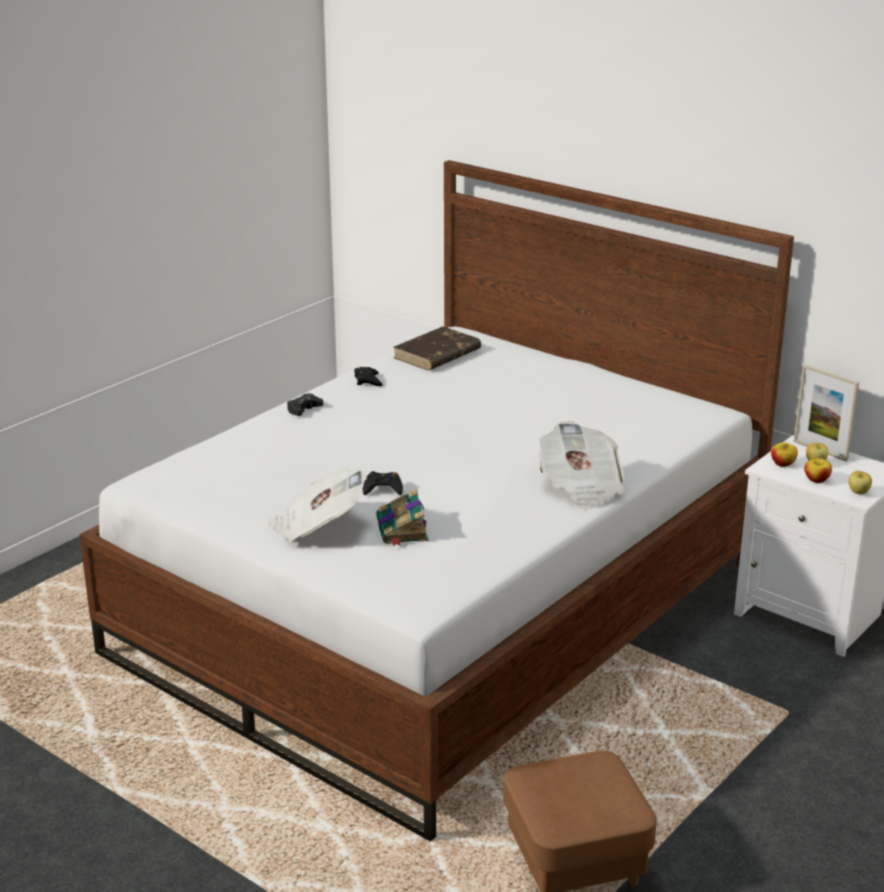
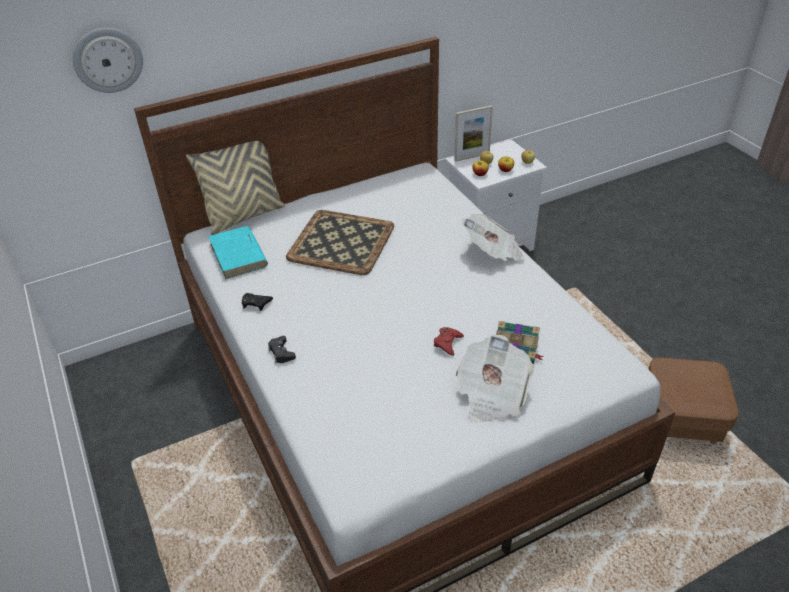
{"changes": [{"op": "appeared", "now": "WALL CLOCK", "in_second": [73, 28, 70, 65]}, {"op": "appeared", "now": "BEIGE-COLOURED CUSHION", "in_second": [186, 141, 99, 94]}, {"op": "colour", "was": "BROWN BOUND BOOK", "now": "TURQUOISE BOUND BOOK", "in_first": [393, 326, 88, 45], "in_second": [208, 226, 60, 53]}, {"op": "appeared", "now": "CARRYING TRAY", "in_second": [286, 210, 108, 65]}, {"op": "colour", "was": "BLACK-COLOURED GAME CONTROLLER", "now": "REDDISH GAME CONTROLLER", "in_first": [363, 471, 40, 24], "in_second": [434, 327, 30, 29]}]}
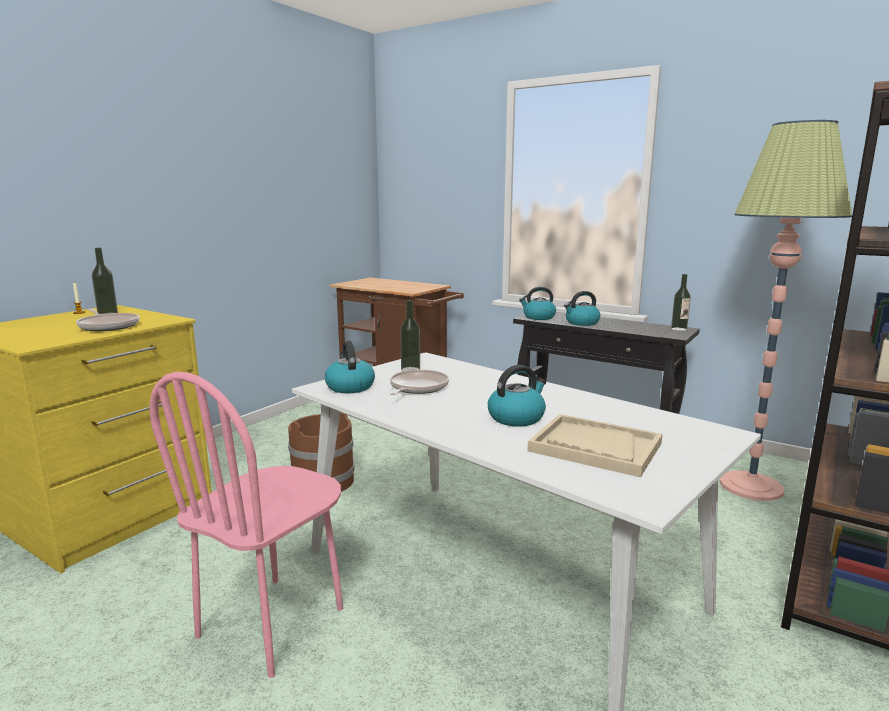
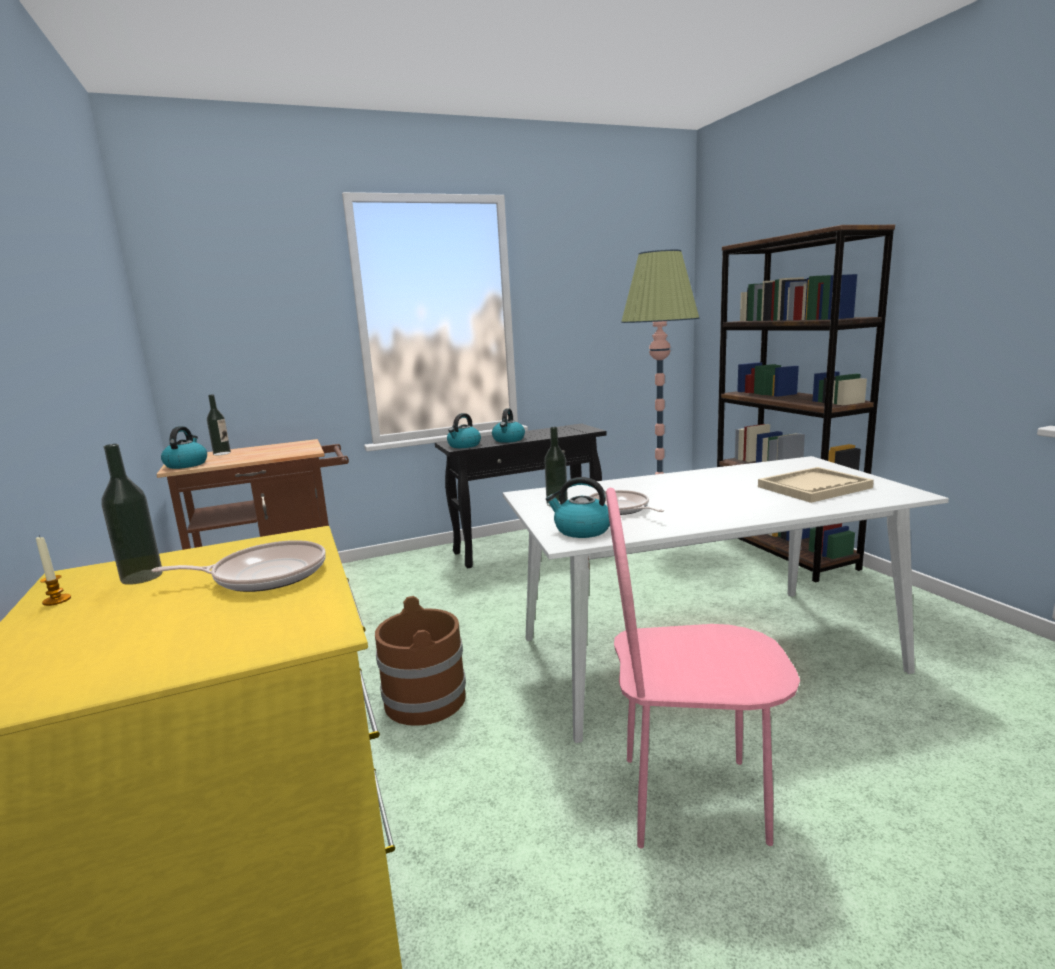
{"changes": [{"op": "relocated", "was": "TEA KETTLE", "in_first": [488, 365, 58, 61], "in_second": [161, 426, 46, 43]}, {"op": "relocated", "was": "BEVERAGE BOTTLE", "in_first": [671, 274, 20, 57], "in_second": [207, 395, 24, 60]}, {"op": "spun", "was": "PINK PLAIN CHAIR", "in_first": [150, 372, 193, 306], "in_second": [606, 488, 194, 360], "clockwise": 120}]}
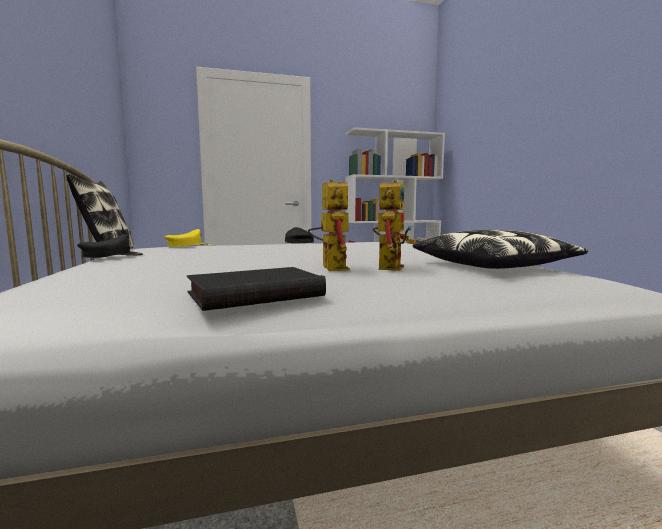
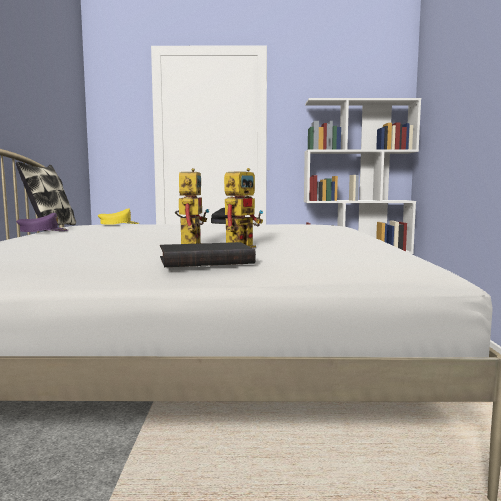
{"changes": [{"op": "colour", "was": "BLACK-COLOURED PEAKED CAP", "now": "PURPLE PEAKED CAP", "in_first": [77, 234, 66, 24], "in_second": [16, 213, 52, 19]}, {"op": "relocated", "was": "BLACK-COLOURED BOUND BOOK", "in_first": [187, 267, 139, 44], "in_second": [160, 242, 96, 25]}, {"op": "missing", "was": "CUSHION", "in_first": [413, 230, 175, 39]}]}
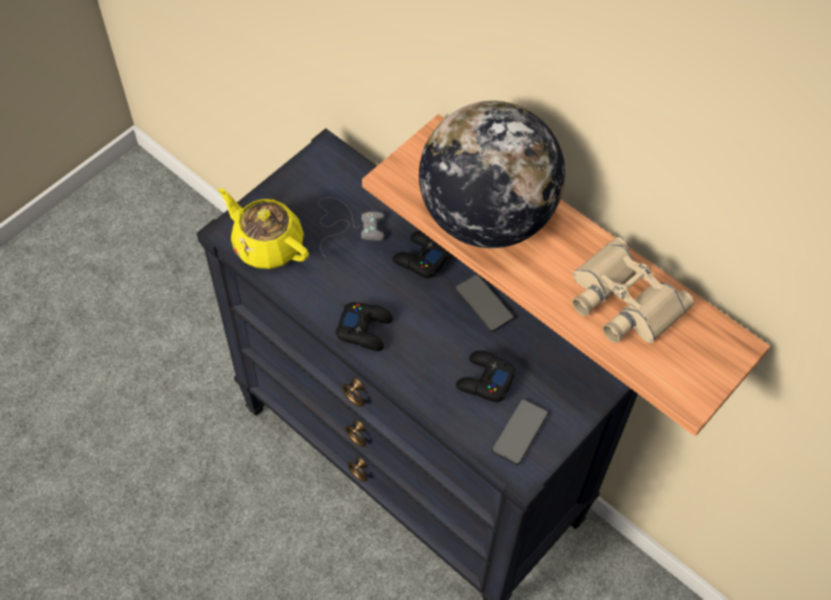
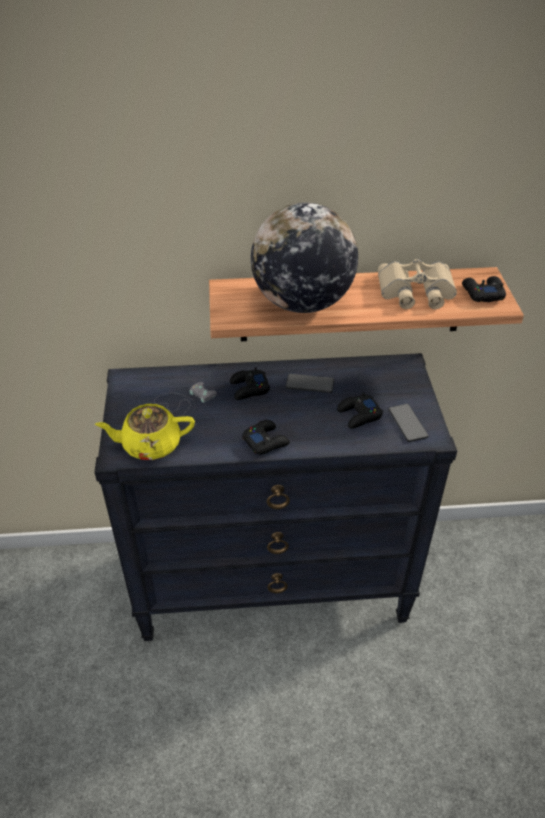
{"changes": [{"op": "appeared", "now": "BLACK-COLOURED GAME CONTROLLER", "in_second": [462, 276, 44, 26]}]}
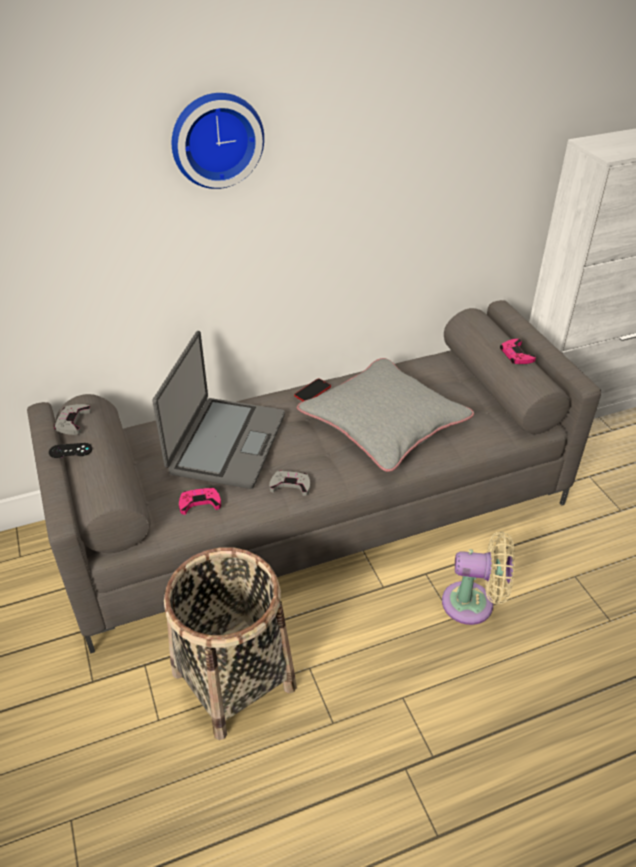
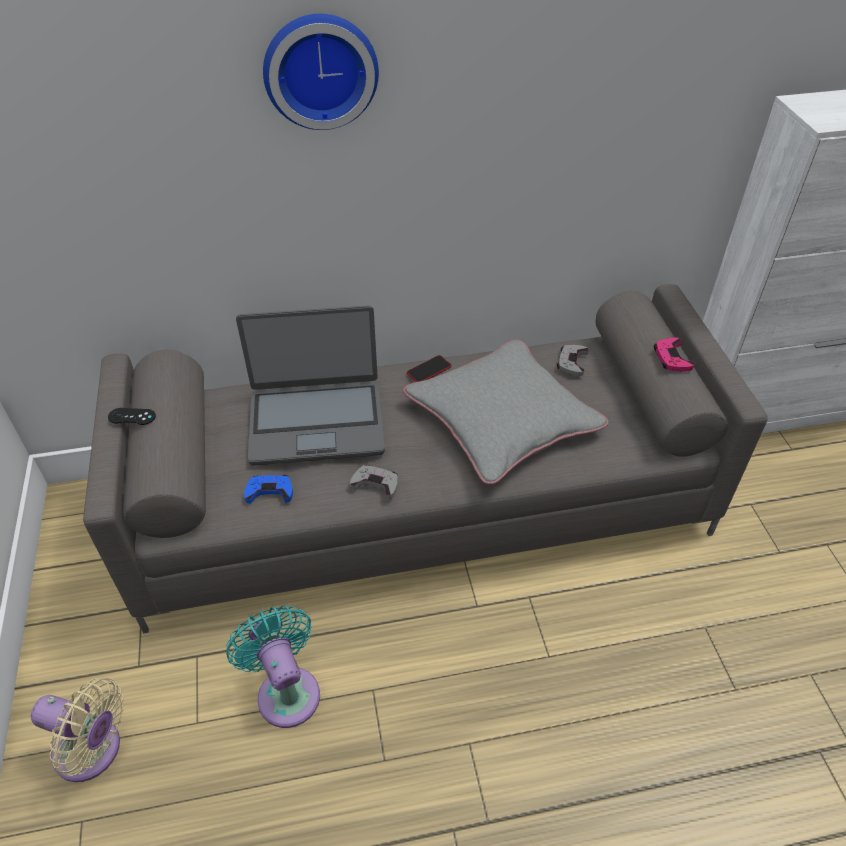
{"changes": [{"op": "relocated", "was": "BEIGE-COLOURED ELECTRIC FAN", "in_first": [442, 531, 73, 94], "in_second": [31, 678, 92, 104]}, {"op": "exchanged", "was": "BASKET", "now": "TURQUOISE ELECTRIC FAN", "in_first": [164, 547, 133, 193], "in_second": [226, 605, 94, 123]}, {"op": "spun", "was": "LAPTOP", "in_first": [153, 331, 132, 158], "in_second": [236, 305, 149, 161], "clockwise": 60}, {"op": "colour", "was": "PINK GAME CONTROLLER", "now": "BLUE GAME CONTROLLER", "in_first": [179, 487, 42, 28], "in_second": [244, 475, 49, 29]}, {"op": "relocated", "was": "GREY GAME CONTROLLER", "in_first": [54, 404, 37, 31], "in_second": [557, 345, 32, 31]}]}
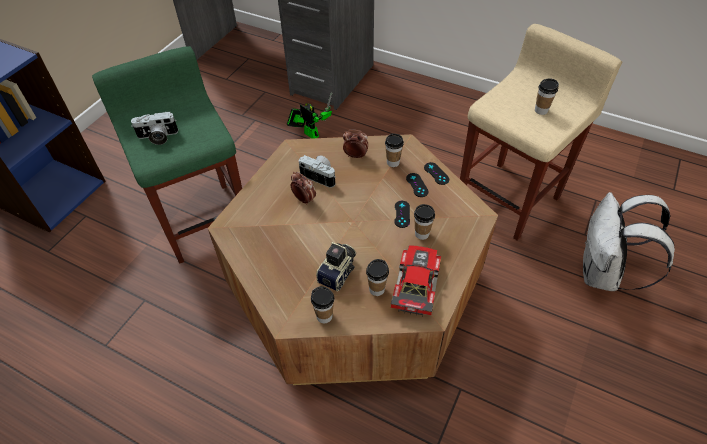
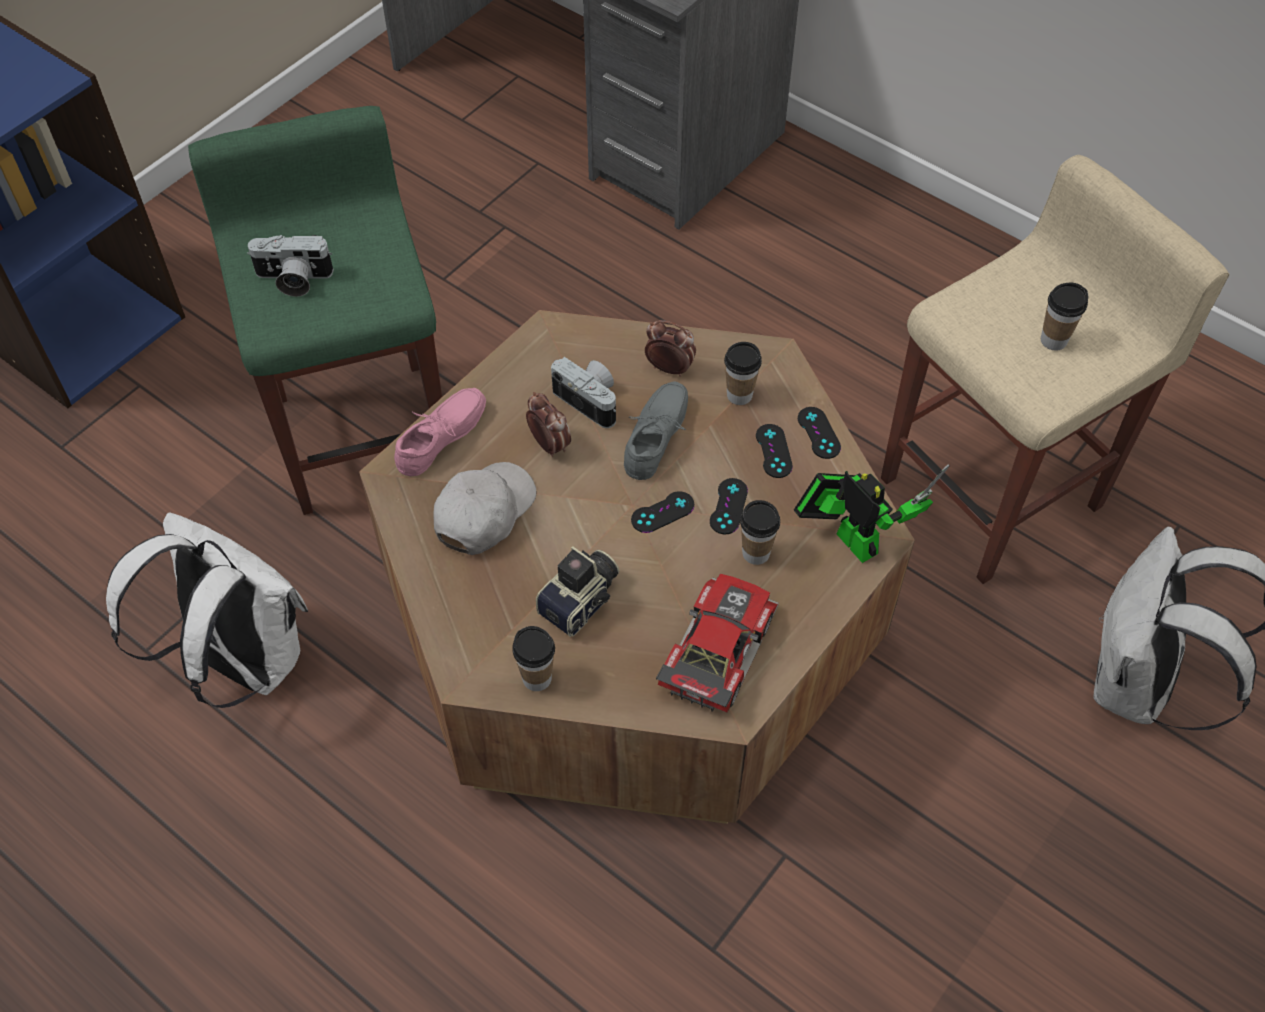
{"changes": [{"op": "appeared", "now": "WHITE KNAPSACK", "in_second": [106, 512, 202, 196]}, {"op": "appeared", "now": "PINK LOW SHOE", "in_second": [394, 388, 92, 88]}, {"op": "appeared", "now": "WHITE PEAKED CAP", "in_second": [434, 462, 102, 93]}, {"op": "appeared", "now": "GREY LOW SHOE", "in_second": [624, 381, 64, 99]}, {"op": "appeared", "now": "BLACK-COLOURED GAME CONTROLLER", "in_second": [631, 491, 63, 42]}, {"op": "relocated", "was": "MODEL ROBOT", "in_first": [287, 92, 46, 46], "in_second": [794, 465, 156, 98]}, {"op": "missing", "was": "DRINKING CUP", "in_first": [366, 259, 23, 37]}]}
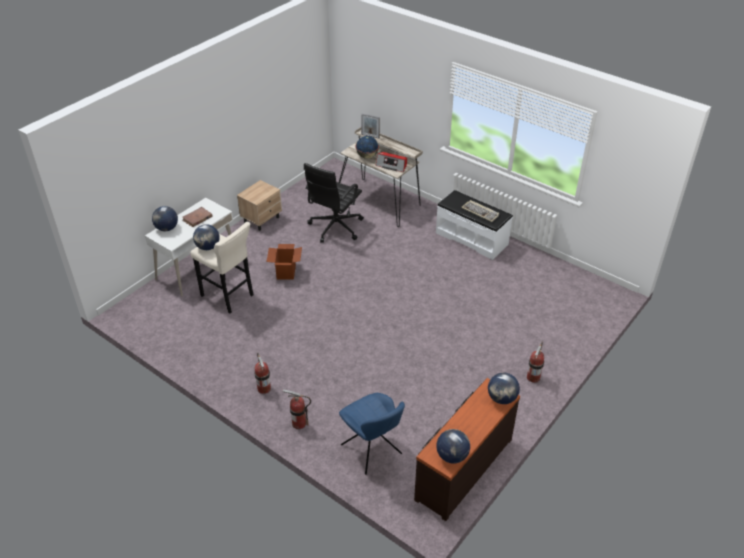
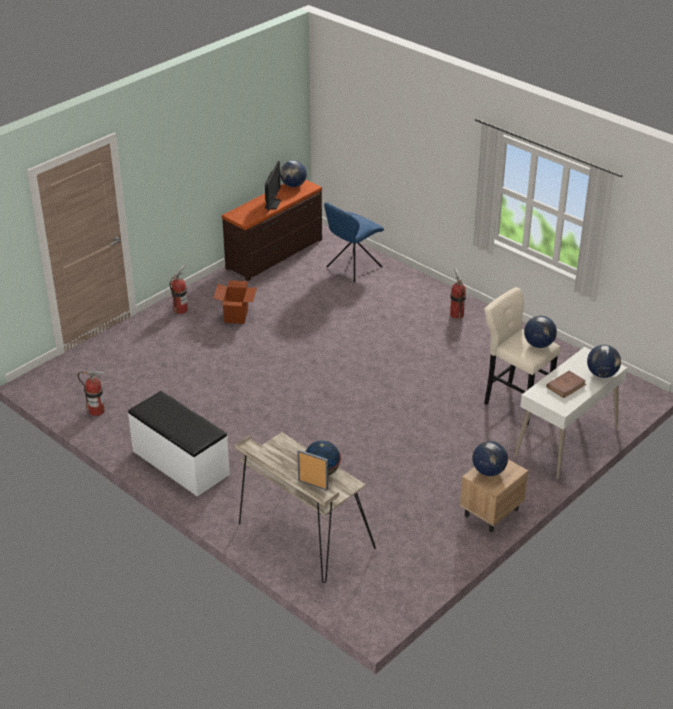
{"changes": [{"op": "relocated", "was": "FIRE-FIGHTING CYLINDER", "in_first": [282, 389, 29, 40], "in_second": [78, 371, 27, 45]}, {"op": "relocated", "was": "CARDBOARD BOX", "in_first": [266, 244, 36, 36], "in_second": [213, 280, 44, 44]}, {"op": "appeared", "now": "MONITOR", "in_second": [265, 161, 16, 50]}, {"op": "spun", "was": "BLUE PLAIN CHAIR", "in_first": [339, 393, 66, 82], "in_second": [324, 203, 60, 79], "clockwise": -105}, {"op": "relocated", "was": "GLOBE", "in_first": [488, 373, 32, 31], "in_second": [472, 441, 36, 35]}, {"op": "missing", "was": "BLACK-COLOURED DESK CHAIR", "in_first": [304, 163, 60, 80]}, {"op": "missing", "was": "RADIO SET", "in_first": [376, 152, 31, 20]}, {"op": "missing", "was": "COMPUTER KEYBOARD", "in_first": [461, 200, 38, 22]}]}
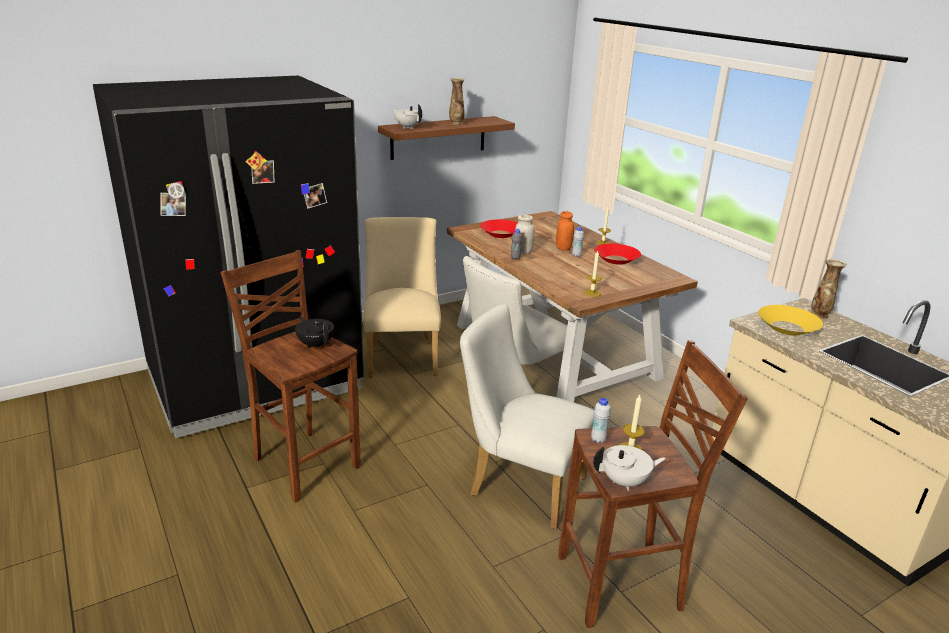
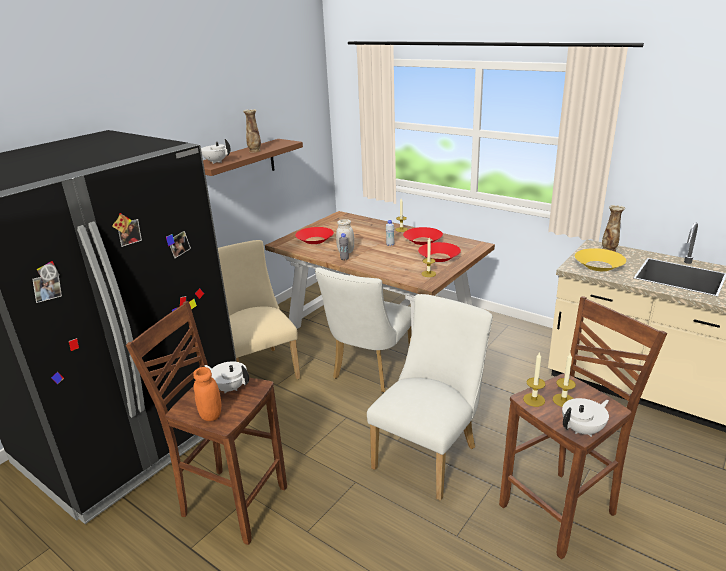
{"changes": [{"op": "relocated", "was": "ORANGE-COLOURED STORAGE JAR", "in_first": [556, 211, 18, 40], "in_second": [193, 367, 28, 54]}, {"op": "colour", "was": "BLACK-COLOURED TEA POT", "now": "WHITE TEA POT", "in_first": [295, 316, 39, 32], "in_second": [204, 361, 45, 32]}, {"op": "spun", "was": "WHITE PLAIN CHAIR", "in_first": [460, 304, 134, 225], "in_second": [367, 294, 126, 207], "clockwise": 120}, {"op": "appeared", "now": "REDDISH SERVING BOWL", "in_second": [418, 242, 43, 20]}, {"op": "exchanged", "was": "WHITE BEVERAGE BOTTLE", "now": "WAX LIGHT", "in_first": [591, 398, 20, 45], "in_second": [523, 352, 23, 55]}]}
